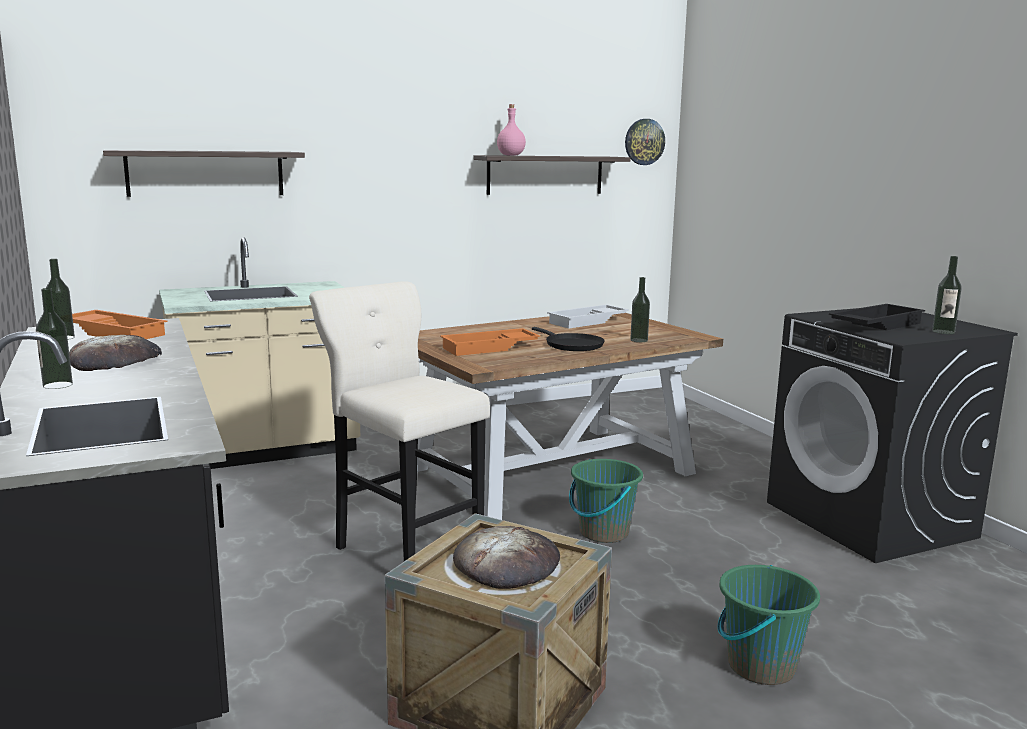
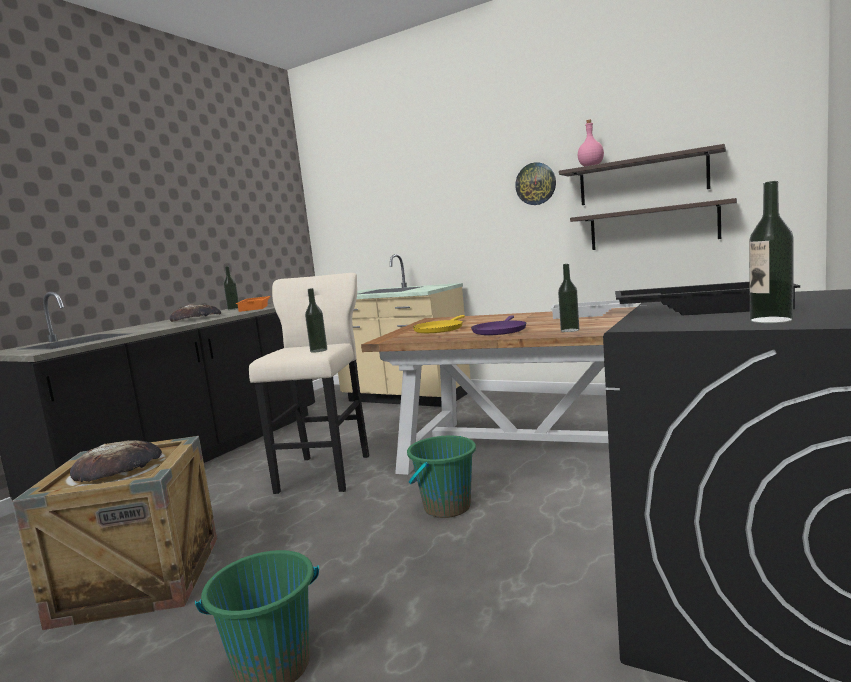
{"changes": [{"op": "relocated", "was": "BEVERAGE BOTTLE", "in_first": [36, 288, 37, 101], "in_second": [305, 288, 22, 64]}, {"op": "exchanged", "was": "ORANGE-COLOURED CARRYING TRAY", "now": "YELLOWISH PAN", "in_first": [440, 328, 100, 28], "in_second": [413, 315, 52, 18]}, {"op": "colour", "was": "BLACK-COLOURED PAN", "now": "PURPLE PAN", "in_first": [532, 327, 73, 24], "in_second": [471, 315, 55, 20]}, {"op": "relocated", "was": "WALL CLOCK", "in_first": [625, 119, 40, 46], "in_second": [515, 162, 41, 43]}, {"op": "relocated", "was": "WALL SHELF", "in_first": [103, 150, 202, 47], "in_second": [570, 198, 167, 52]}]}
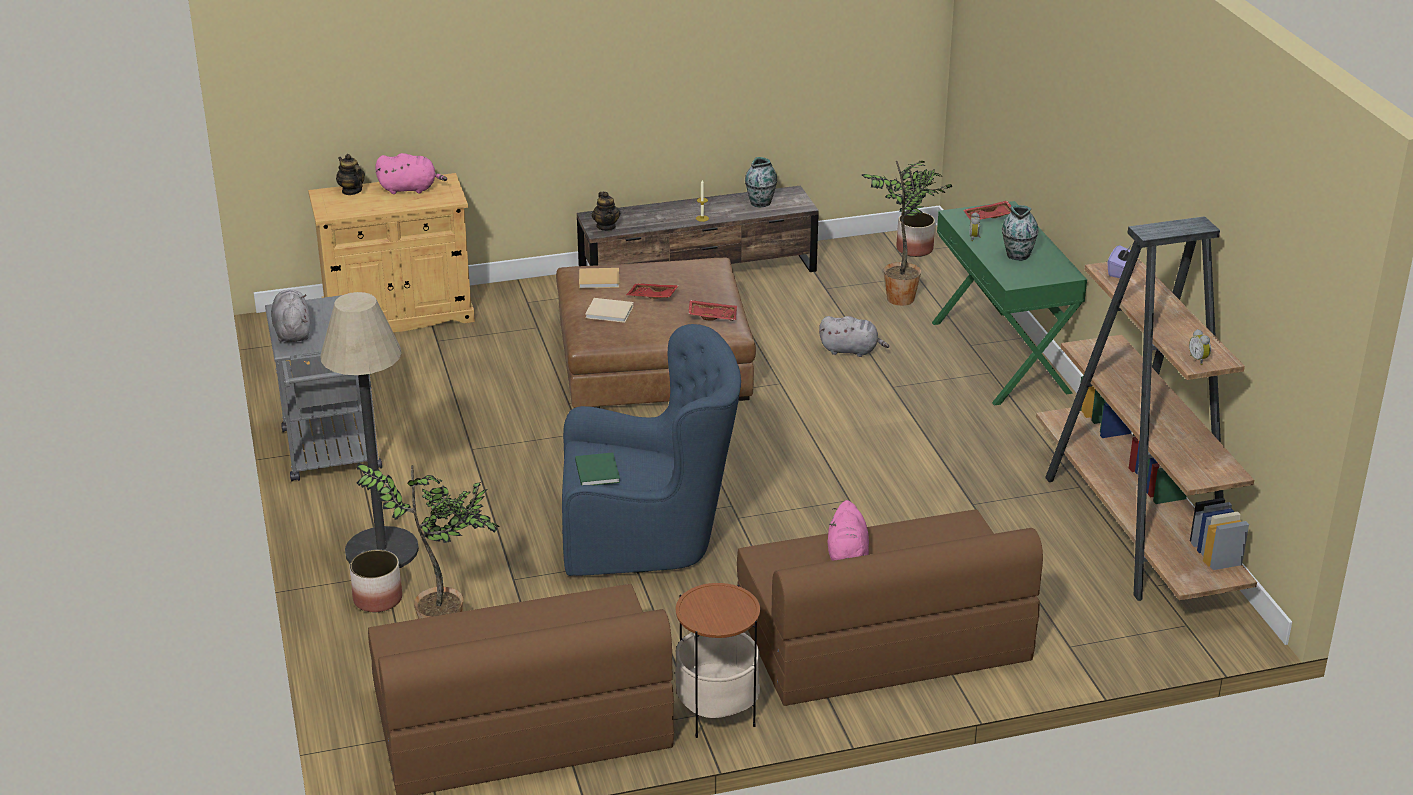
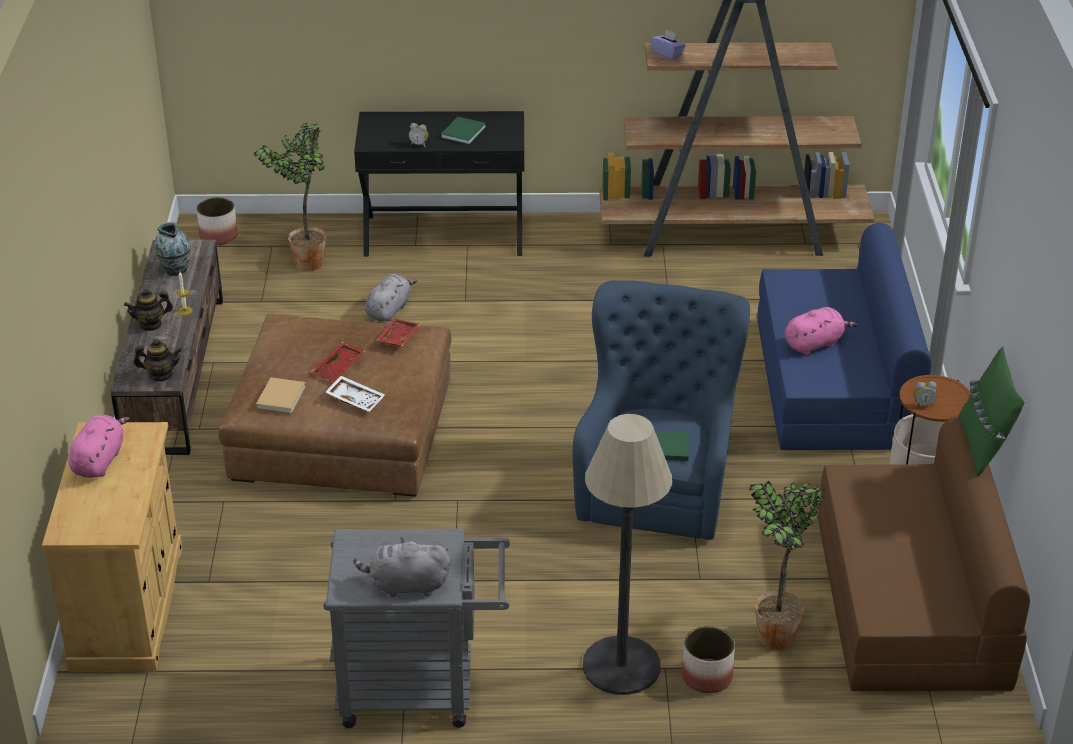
{"changes": [{"op": "relocated", "was": "TEA POT", "in_first": [336, 154, 29, 41], "in_second": [124, 289, 49, 42]}, {"op": "exchanged", "was": "BEIGE-COLOURED BOUND BOOK", "now": "WHITE CARRYING TRAY", "in_first": [585, 298, 49, 25], "in_second": [325, 376, 60, 36]}, {"op": "colour", "was": "GREEN-COLOURED HALL TABLE", "now": "BLACK-COLOURED HALL TABLE", "in_first": [932, 201, 155, 205], "in_second": [354, 111, 170, 146]}, {"op": "exchanged", "was": "DECORATIVE VASE", "now": "GREEN-COLOURED BOUND BOOK", "in_first": [1002, 205, 37, 56], "in_second": [441, 117, 45, 28]}, {"op": "colour", "was": "BROWN SETTEE", "now": "BLUE SETTEE", "in_first": [737, 509, 306, 197], "in_second": [758, 223, 173, 227]}, {"op": "spun", "was": "PINK CUDDLY TOY", "in_first": [828, 500, 41, 61], "in_second": [785, 307, 73, 48], "clockwise": -45}, {"op": "relocated", "was": "ALARM CLOCK", "in_first": [1189, 329, 22, 36], "in_second": [913, 381, 24, 26]}, {"op": "appeared", "now": "GREEN-COLOURED CUSHION", "in_second": [959, 347, 66, 130]}, {"op": "missing", "was": "REDDISH CARRYING TRAY", "in_first": [963, 201, 48, 19]}]}
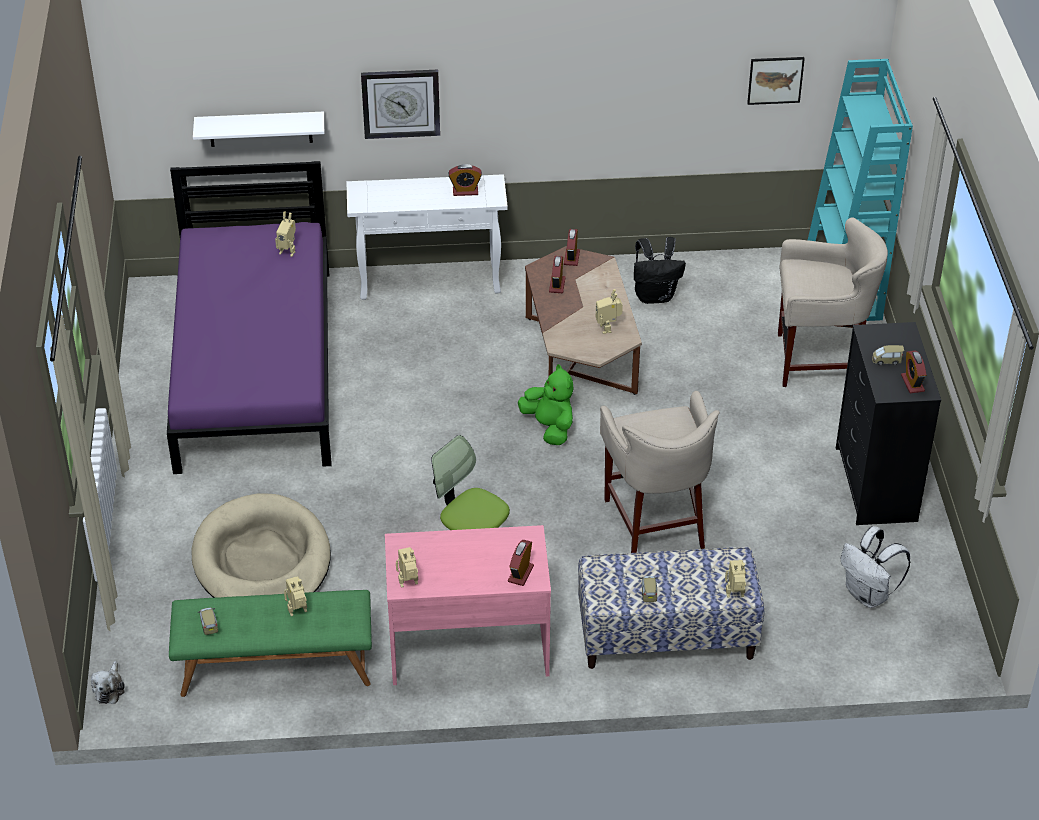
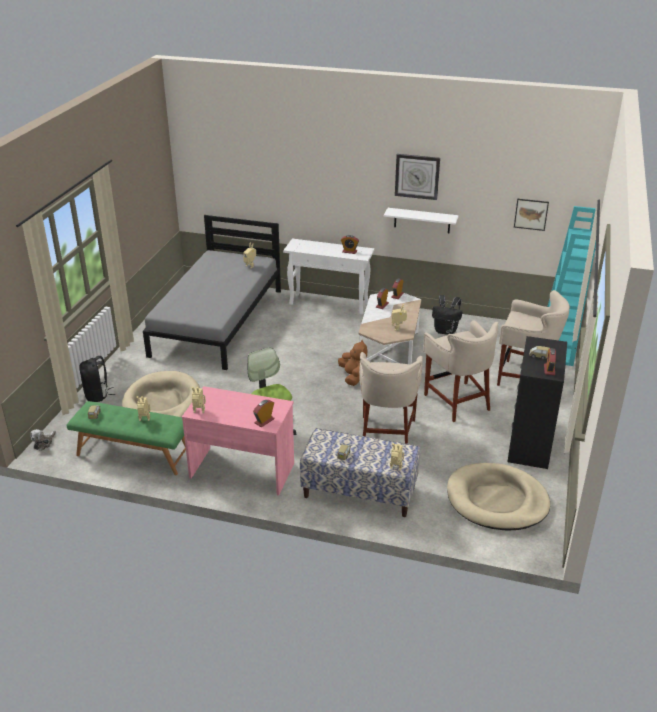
{"changes": [{"op": "appeared", "now": "BLACK-COLOURED KNAPSACK", "in_second": [79, 356, 36, 46]}, {"op": "colour", "was": "PURPLE BED", "now": "GREY BED", "in_first": [167, 161, 165, 313], "in_second": [143, 215, 138, 155]}, {"op": "colour", "was": "GREEN-COLOURED CUDDLY TOY", "now": "BROWN CUDDLY TOY", "in_first": [518, 364, 56, 81], "in_second": [338, 340, 29, 46]}, {"op": "colour", "was": "BROWN LOUNGE TABLE", "now": "WHITE LOUNGE TABLE", "in_first": [525, 246, 117, 149], "in_second": [358, 291, 63, 74]}, {"op": "relocated", "was": "WHITE WALL SHELF", "in_first": [193, 112, 131, 35], "in_second": [384, 208, 75, 25]}, {"op": "relocated", "was": "WALL CLOCK", "in_first": [361, 70, 79, 69], "in_second": [395, 154, 45, 46]}, {"op": "appeared", "now": "BEIGE-COLOURED STOOL", "in_second": [423, 320, 75, 102]}, {"op": "exchanged", "was": "WHITE KNAPSACK", "now": "BEIGE-COLOURED DOG CUSHION", "in_first": [841, 526, 70, 82], "in_second": [447, 463, 103, 68]}]}
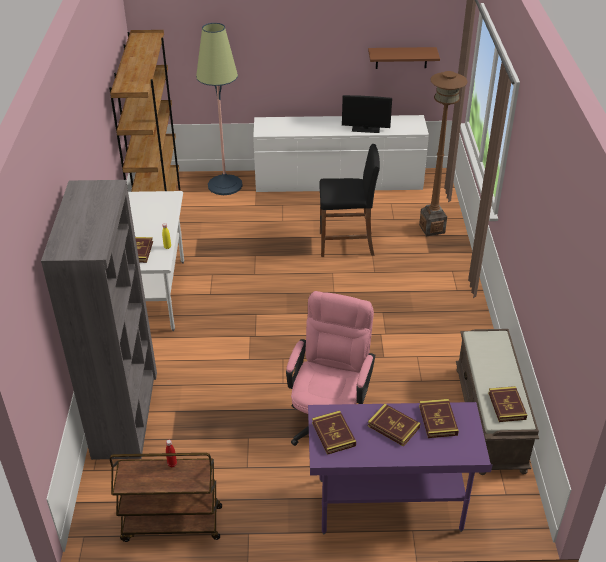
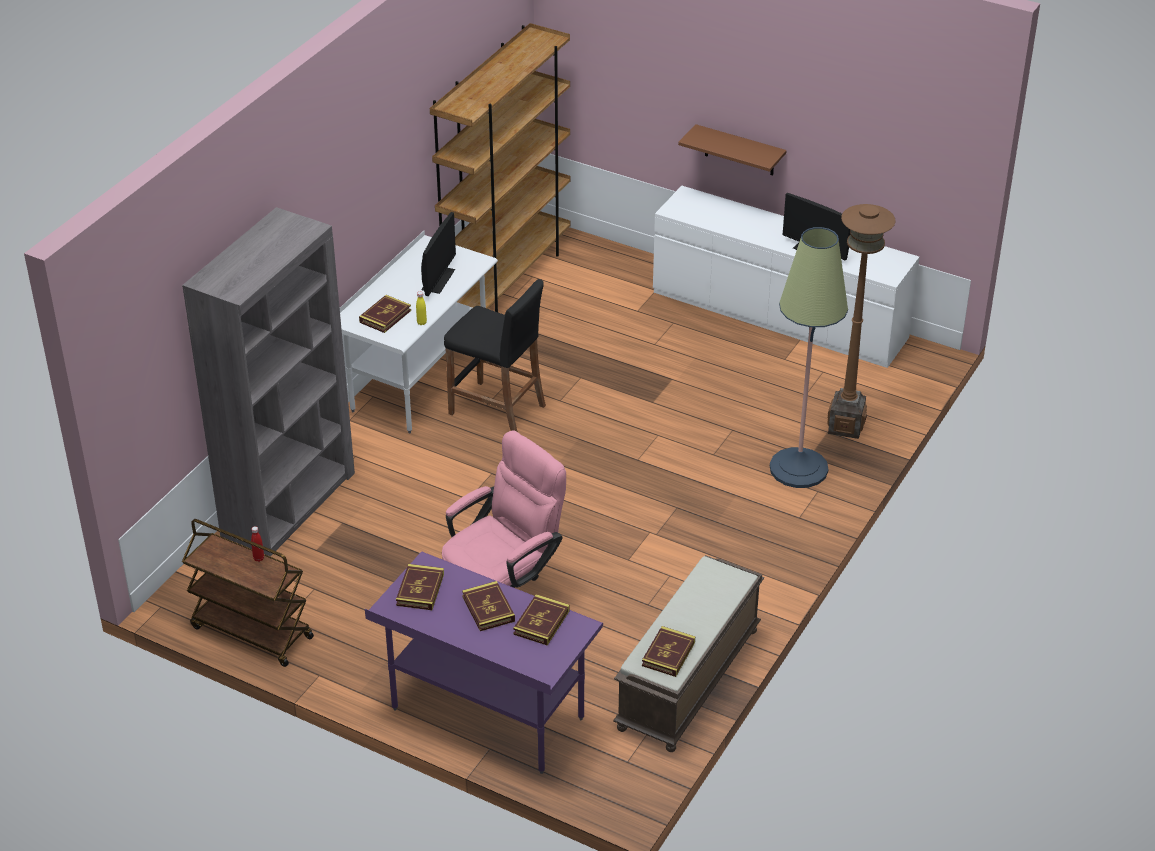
{"changes": [{"op": "appeared", "now": "MONITOR", "in_second": [421, 212, 35, 84]}, {"op": "relocated", "was": "BLACK-COLOURED STOOL", "in_first": [319, 144, 61, 113], "in_second": [444, 279, 102, 153]}, {"op": "relocated", "was": "BROWN WALL SHELF", "in_first": [368, 47, 72, 22], "in_second": [678, 124, 109, 52]}, {"op": "relocated", "was": "STANDARD LAMP", "in_first": [196, 23, 47, 172], "in_second": [770, 227, 78, 261]}]}
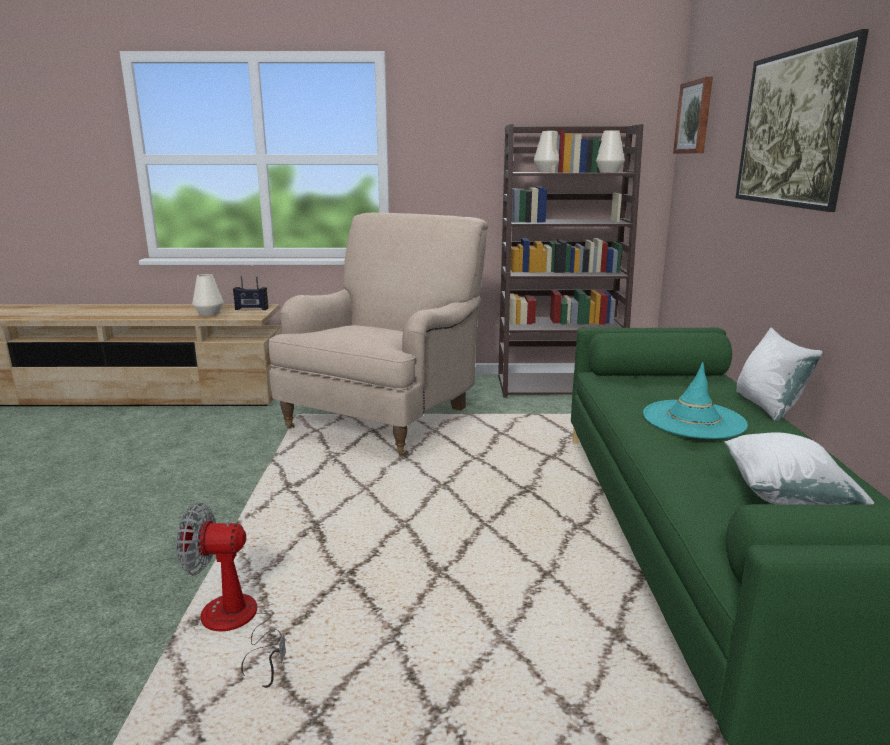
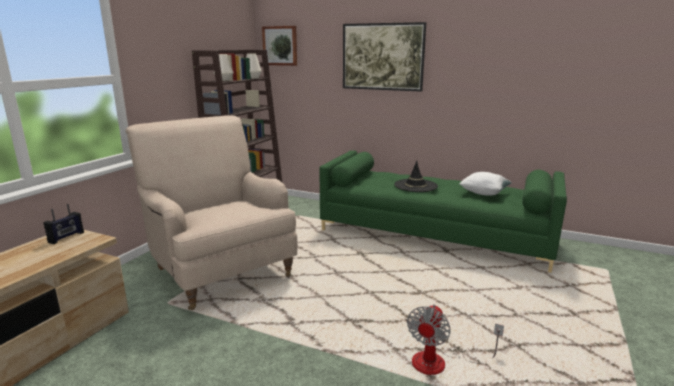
{"changes": [{"op": "colour", "was": "TURQUOISE HAT", "now": "BLACK-COLOURED HAT", "in_first": [643, 362, 105, 77], "in_second": [394, 160, 44, 32]}, {"op": "missing", "was": "WHITE DECORATIVE VASE", "in_first": [192, 274, 32, 42]}, {"op": "missing", "was": "WHITE CUSHION", "in_first": [736, 328, 86, 94]}]}
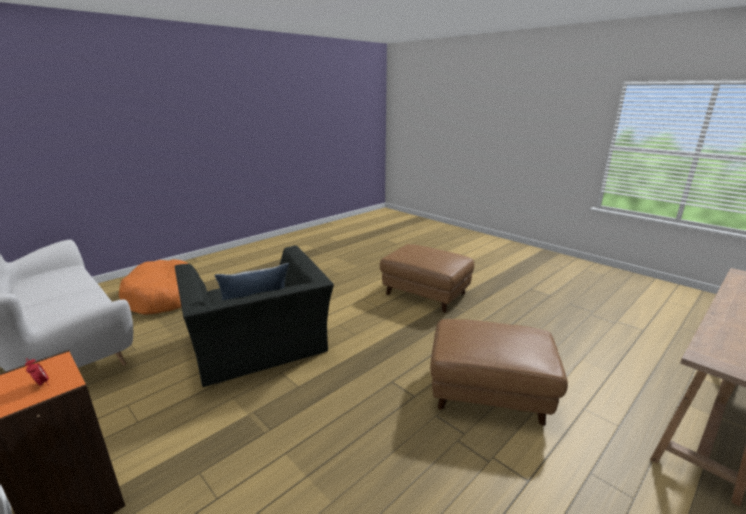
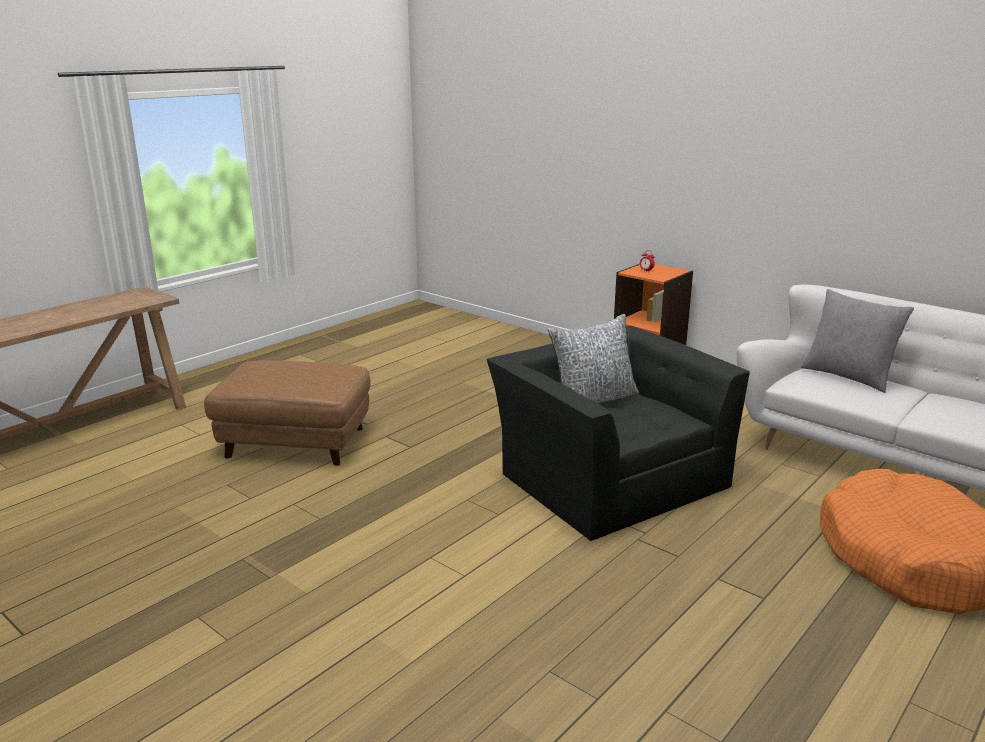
{"changes": [{"op": "appeared", "now": "GREY CUSHION", "in_second": [801, 289, 113, 104]}, {"op": "missing", "was": "BROWN FOOTREST", "in_first": [380, 244, 94, 68]}]}
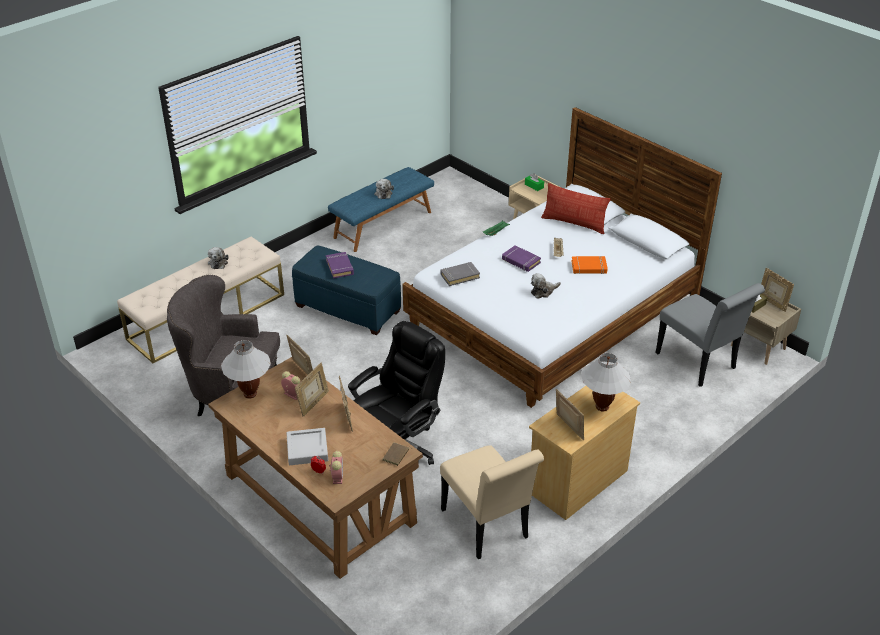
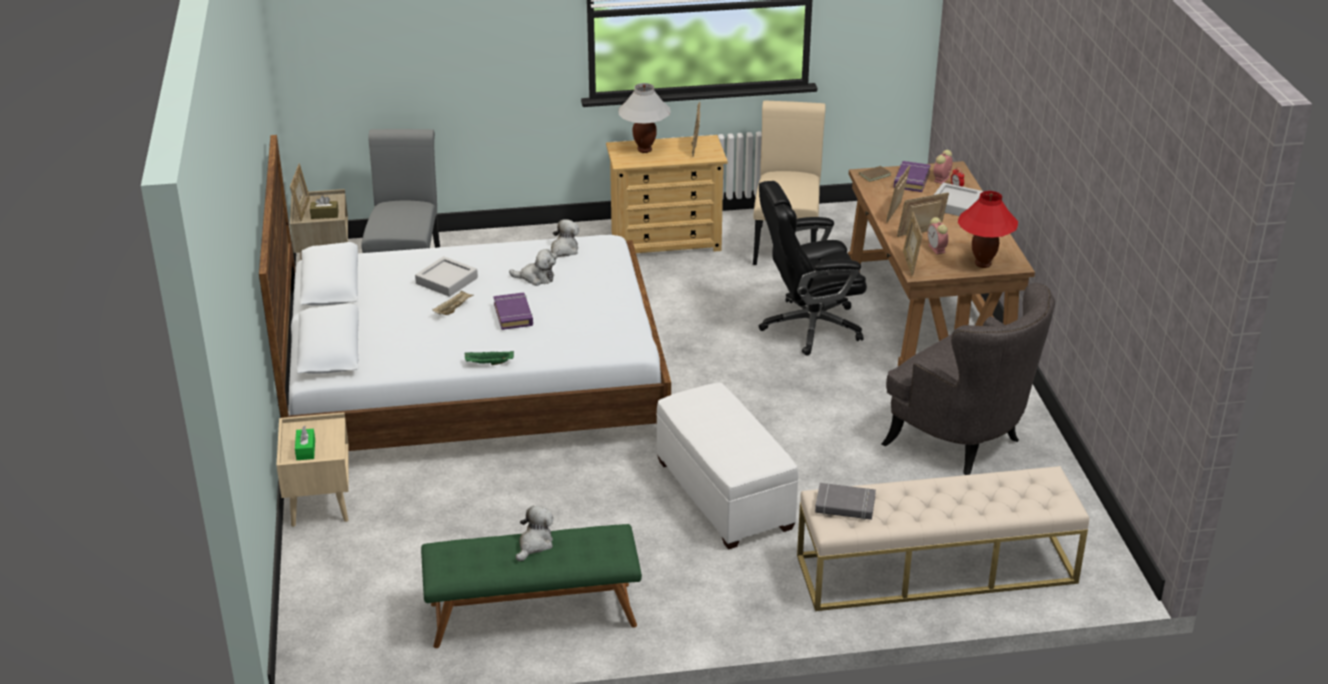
{"changes": [{"op": "exchanged", "was": "ORANGE-COLOURED BOUND BOOK", "now": "GREY CARRYING TRAY", "in_first": [571, 256, 37, 18], "in_second": [415, 256, 63, 41]}, {"op": "colour", "was": "BLUE INDOOR BENCH", "now": "GREEN-COLOURED INDOOR BENCH", "in_first": [328, 167, 106, 85], "in_second": [421, 524, 221, 124]}, {"op": "relocated", "was": "CUDDLY TOY", "in_first": [208, 247, 20, 22], "in_second": [551, 219, 28, 40]}, {"op": "colour", "was": "BLUE FOOTREST", "now": "WHITE FOOTREST", "in_first": [292, 246, 109, 89], "in_second": [656, 383, 143, 167]}, {"op": "relocated", "was": "GREY BOUND BOOK", "in_first": [441, 262, 39, 24], "in_second": [815, 483, 61, 37]}, {"op": "relocated", "was": "PURPLE BOUND BOOK", "in_first": [326, 252, 28, 27], "in_second": [894, 161, 37, 31]}, {"op": "colour", "was": "WHITE TABLETOP LAMP", "now": "REDDISH TABLETOP LAMP", "in_first": [221, 340, 50, 59], "in_second": [958, 191, 60, 77]}, {"op": "missing", "was": "CUSHION", "in_first": [541, 183, 70, 51]}]}
